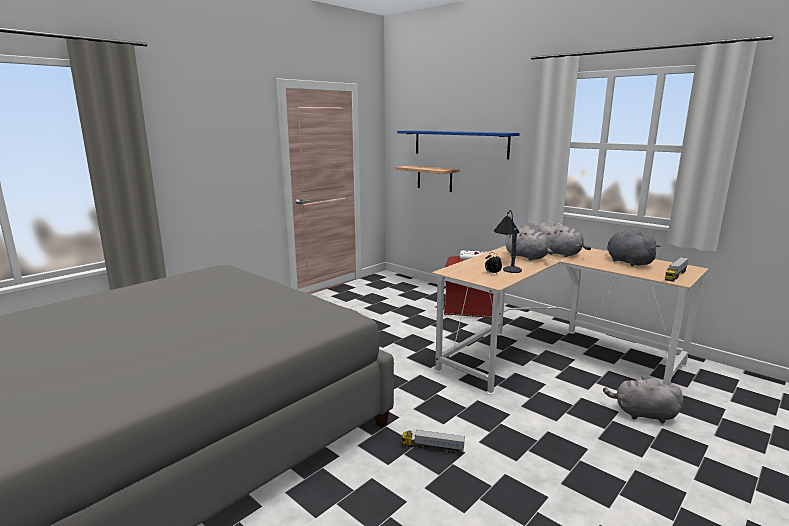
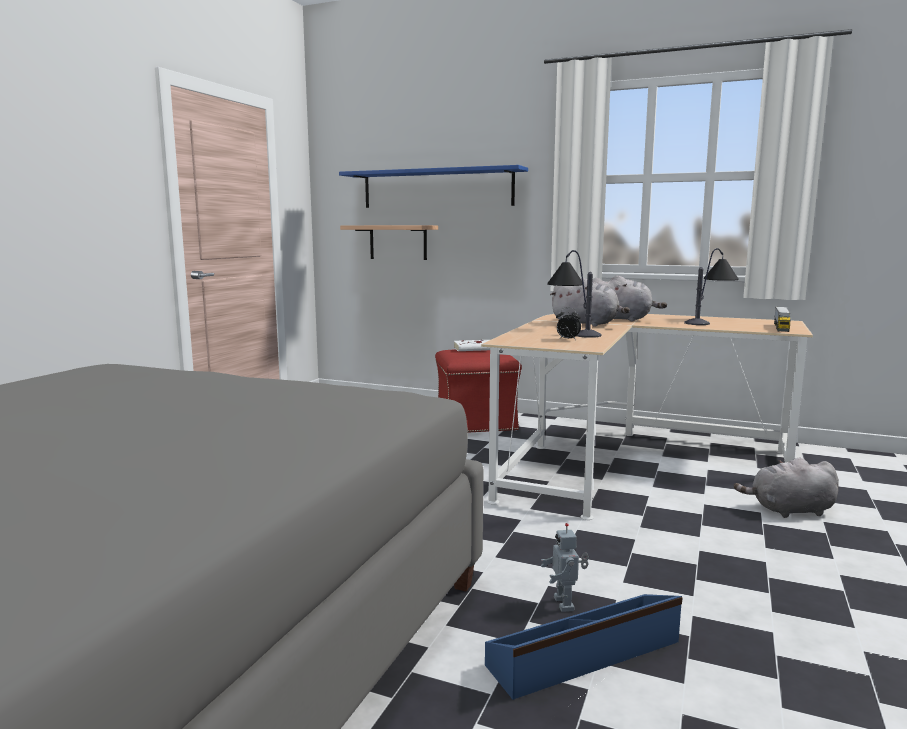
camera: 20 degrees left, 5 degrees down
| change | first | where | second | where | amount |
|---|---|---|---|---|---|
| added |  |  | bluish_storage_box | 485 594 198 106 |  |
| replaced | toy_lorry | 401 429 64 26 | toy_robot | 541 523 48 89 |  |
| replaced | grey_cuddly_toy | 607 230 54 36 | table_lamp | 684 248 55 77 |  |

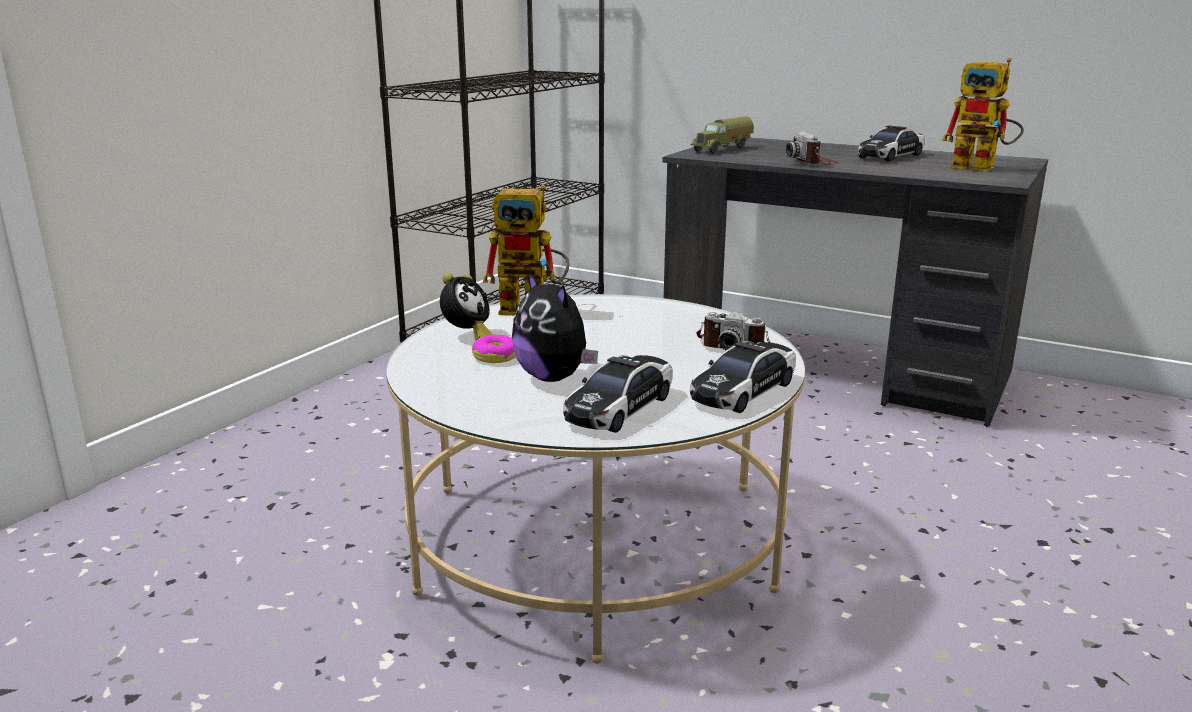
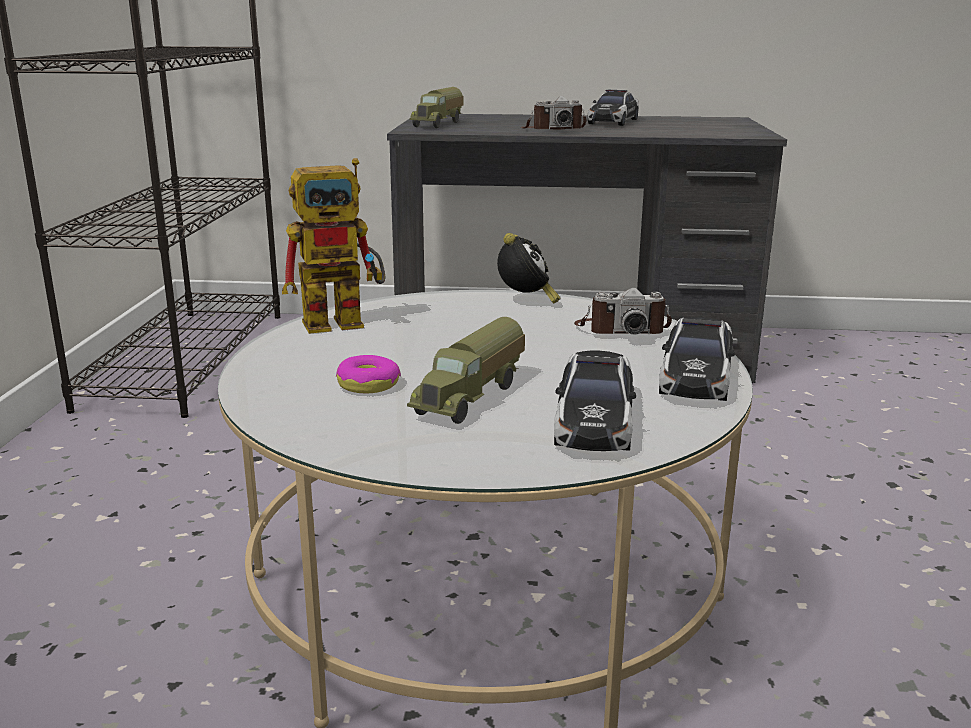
camera: 25 degrees left, 0 degrees up
| change | first | where | second | where | amount |
|---|---|---|---|---|---|
| removed | toy_robot | 942 57 82 115 |  |  |  |
| moved | bedside_clock | 440 273 53 67 |  | 497 233 63 71 |  |
| replaced | cuddly_toy | 512 271 86 111 | toy_lorry | 407 317 118 107 |  |
| turned | still_camera | 786 131 53 34 |  | 521 96 65 33 | 60 degrees counterclockwise |

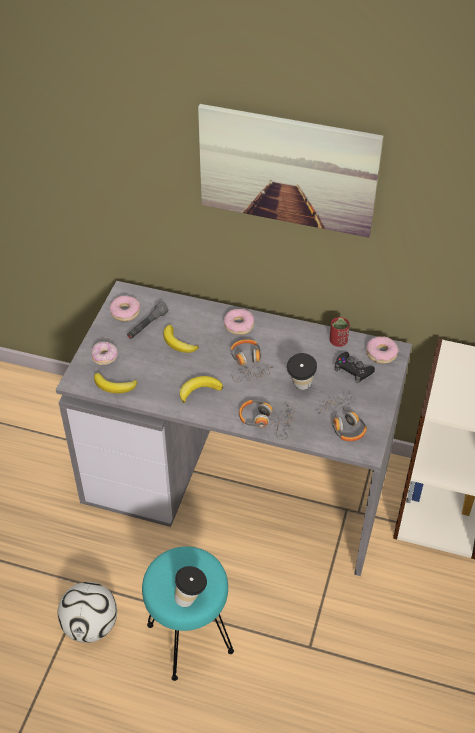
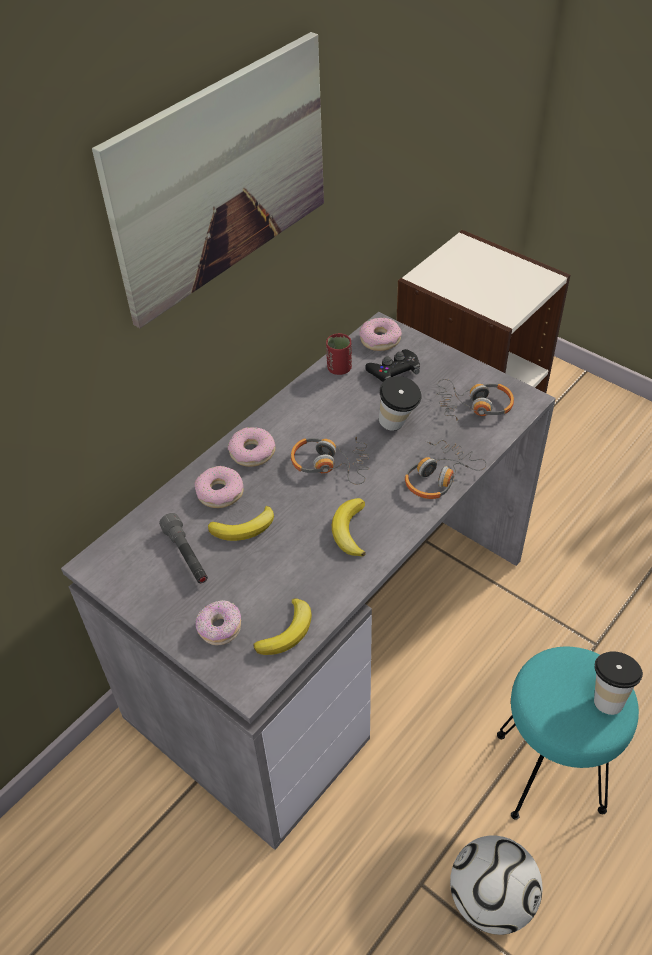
camera: 65 degrees left, 0 degrees up
| change | first | where | second | where | amount |
|---|---|---|---|---|---|
| moved | doughnut | 110 295 30 26 |  | 194 466 50 42 |  |

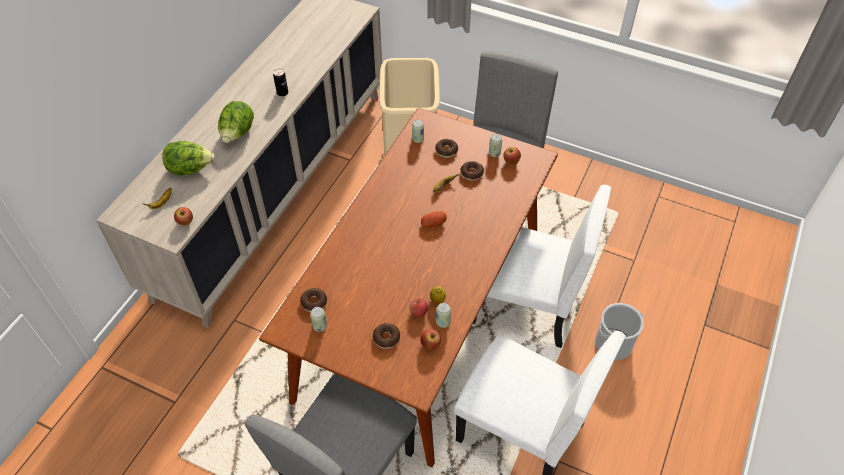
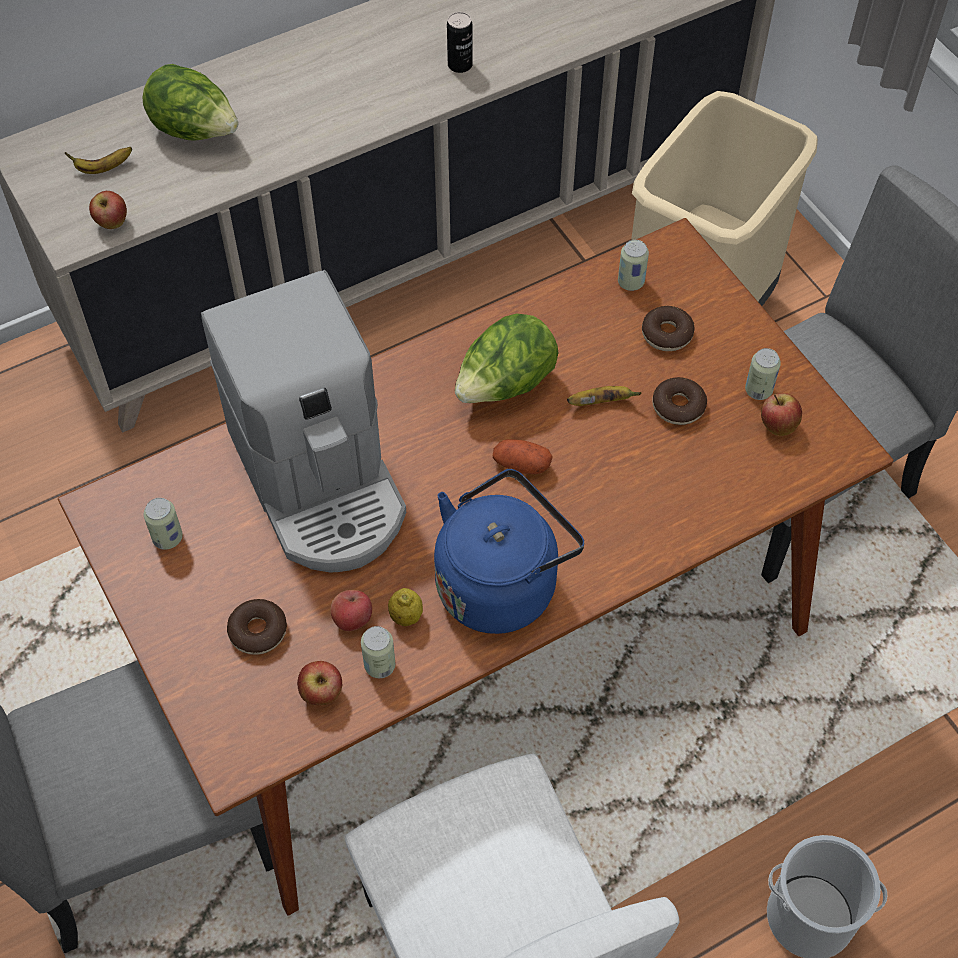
camera: 35 degrees right, 5 degrees up
| change | first | where | second | where | amount |
|---|---|---|---|---|---|
| removed | doughnut | 300 288 27 24 |  |  |  |
| removed | white-coloured_plain_chair | 473 185 138 163 |  |  |  |
| added |  |  | coffee_brewer | 201 270 205 302 |  |
| added |  |  | bluish_kettle | 434 469 150 165 |  |
| moved | lettuce_head | 218 101 36 42 |  | 455 313 104 90 |  |

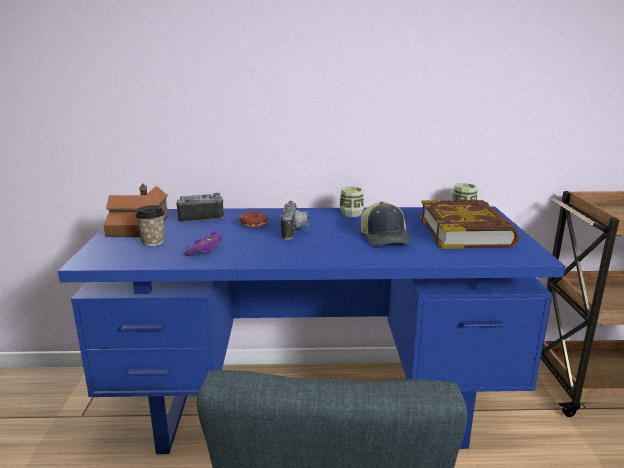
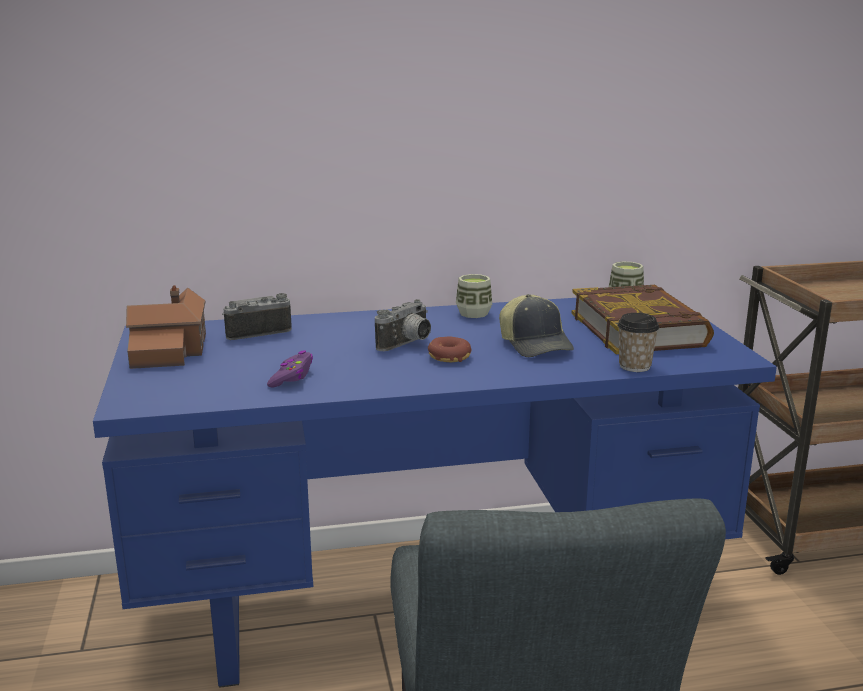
camera: 10 degrees left, 0 degrees up
| change | first | where | second | where | amount |
|---|---|---|---|---|---|
| moved | drinking_cup | 135 205 30 41 |  | 617 313 42 59 |  |
| moved | doughnut | 239 211 29 16 |  | 428 337 43 25 |  |
| turned | still_camera | 281 201 28 39 |  | 375 299 56 52 | 45 degrees clockwise |

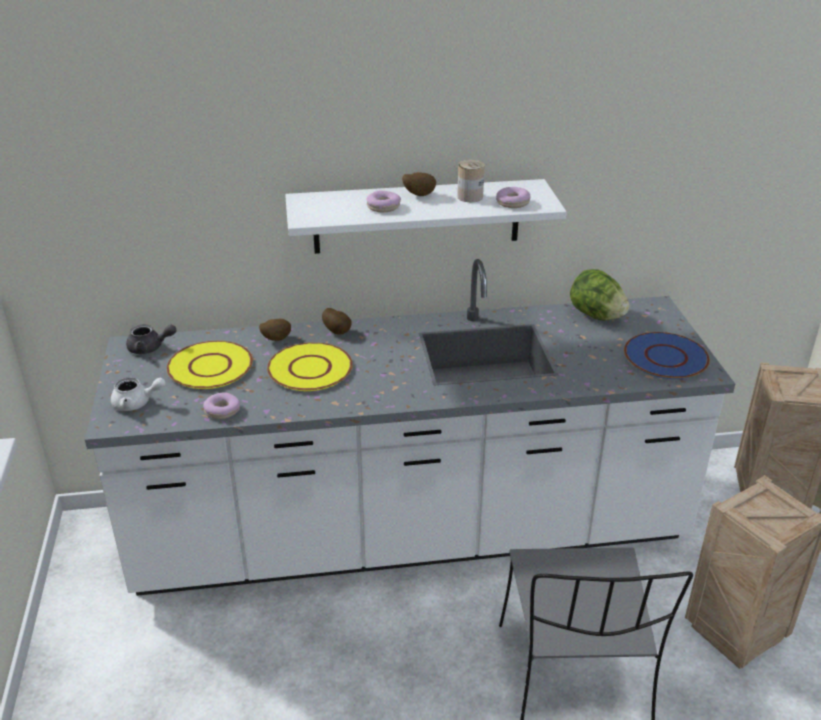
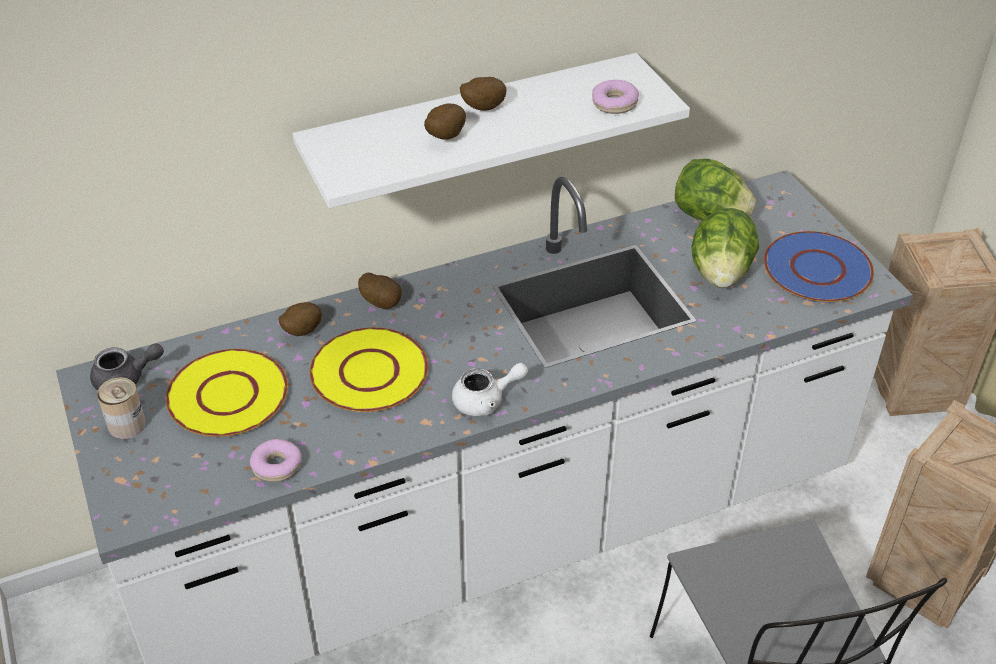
camera: 15 degrees left, 10 degrees up
| change | first | where | second | where | amount |
|---|---|---|---|---|---|
| added |  |  | lettuce_head | 691 208 68 80 |  |
| moved | white-coloured_tea_pot | 111 378 55 33 |  | 452 363 76 53 |  |
| moved | metal_can | 457 160 28 42 |  | 97 377 49 62 |  |
| replaced | doughnut | 367 190 34 22 | potato | 424 103 42 37 |  |

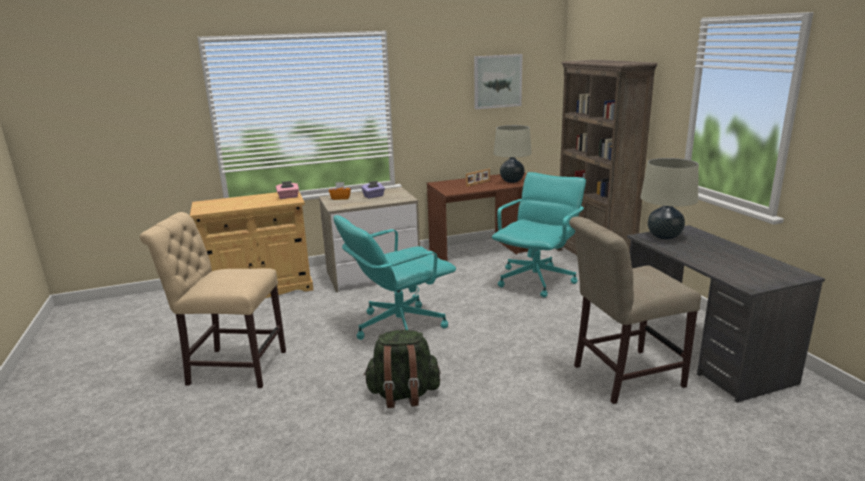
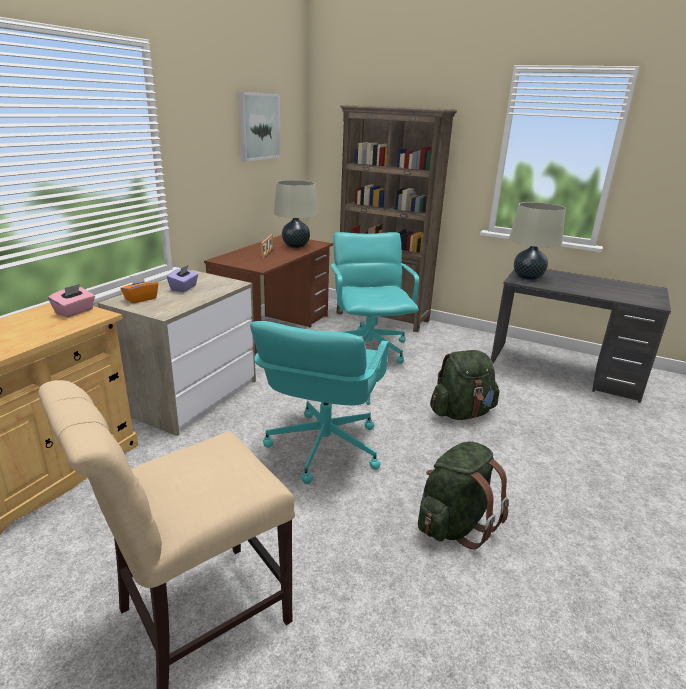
camera: 45 degrees left, 5 degrees up
| change | first | where | second | where | amount |
|---|---|---|---|---|---|
| removed | beige_plain_chair | 569 217 132 187 |  |  |  |
| added |  |  | green-coloured_rucksack | 430 350 69 70 |  |

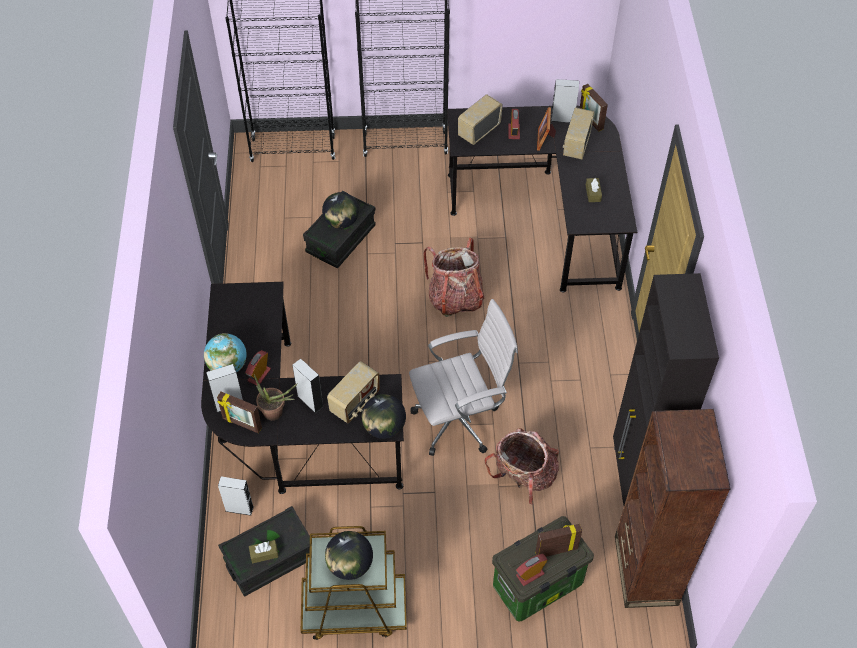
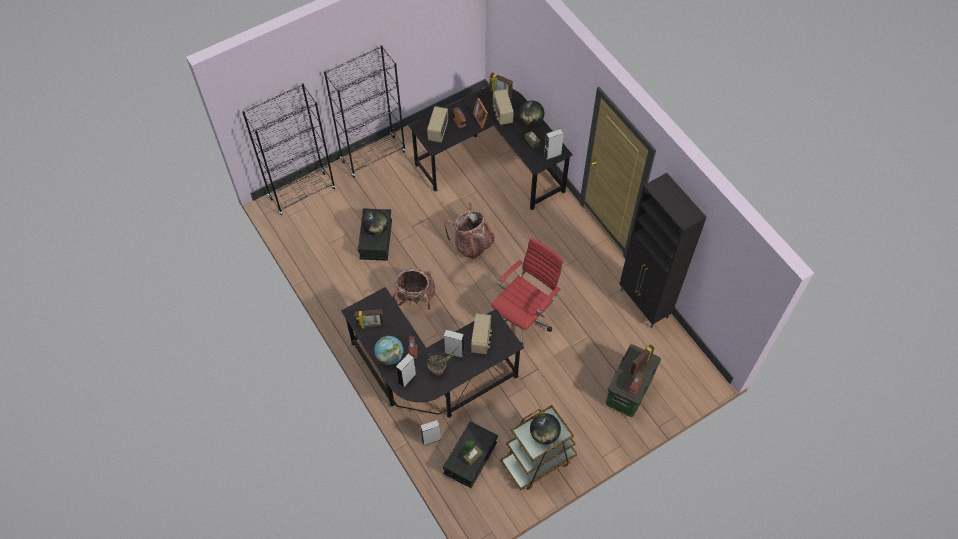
camera: 30 degrees left, 5 degrees up
| change | first | where | second | where | amount |
|---|---|---|---|---|---|
| removed | brown-coloured_shelving_unit | 615 409 116 199 |  |  |  |
| moved | photo_frame | 217 392 45 41 |  | 355 309 29 20 |  |
| moved | desk_globe | 362 394 44 45 |  | 519 100 25 26 |  |
| moved | rucksack | 485 428 74 77 |  | 393 266 42 44 |  |
| moved | grey_speaker | 551 79 28 44 |  | 544 128 20 32 |  |
| recoloured | white-coloured_office_chair | 409 299 109 157 | red_office_chair | 491 238 72 108 |  |

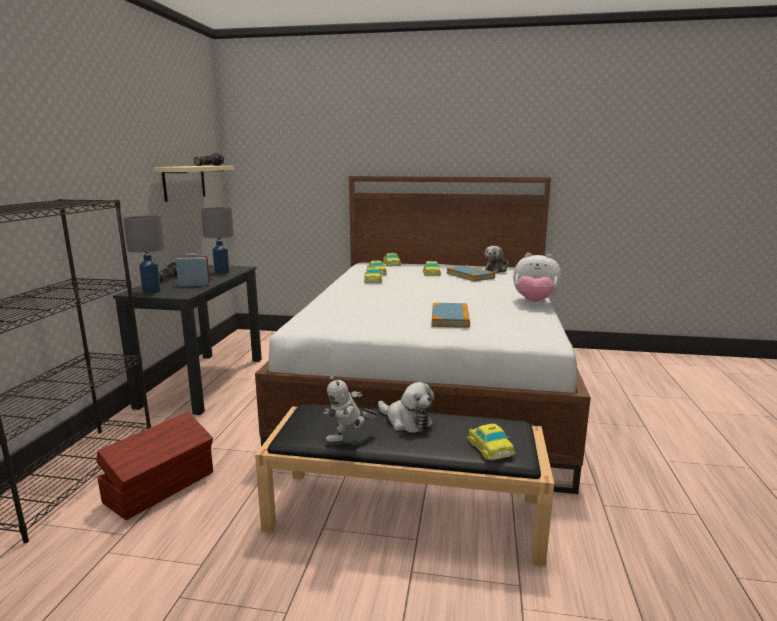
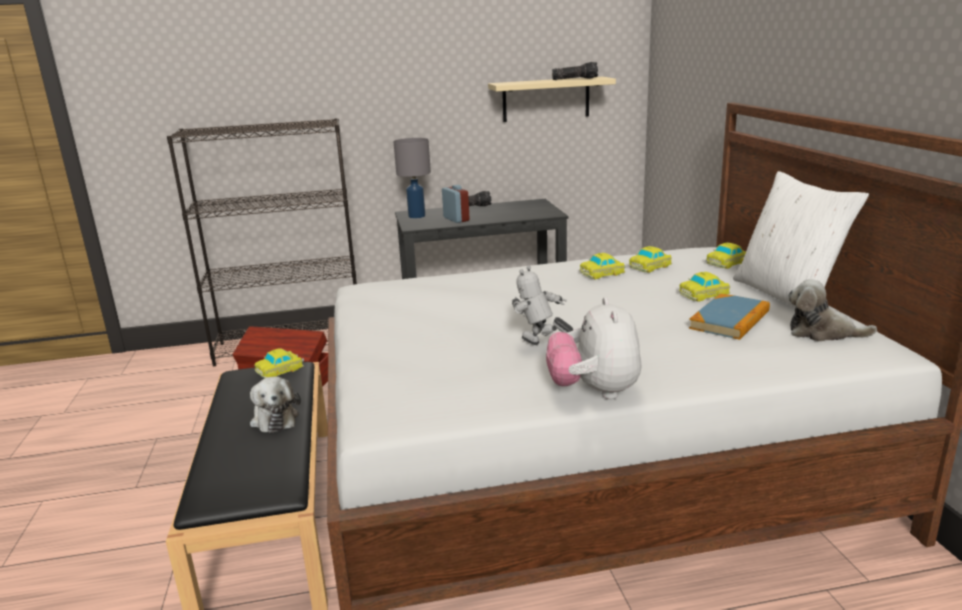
camera: 70 degrees right, 5 degrees up
| change | first | where | second | where | amount |
|---|---|---|---|---|---|
| removed | grey_table_lamp | 201 207 33 67 |  |  |  |
| removed | volume | 431 303 39 25 |  |  |  |
| added |  |  | white-coloured_throw_pillow | 733 171 136 137 |  |
| moved | toy_robot | 323 376 54 68 |  | 512 266 61 79 |  |
| moved | miniature_car | 467 424 48 36 |  | 254 348 50 31 |  |
| turned | cuddly_toy | 378 382 57 51 |  | 250 377 51 56 | 45 degrees counterclockwise |

